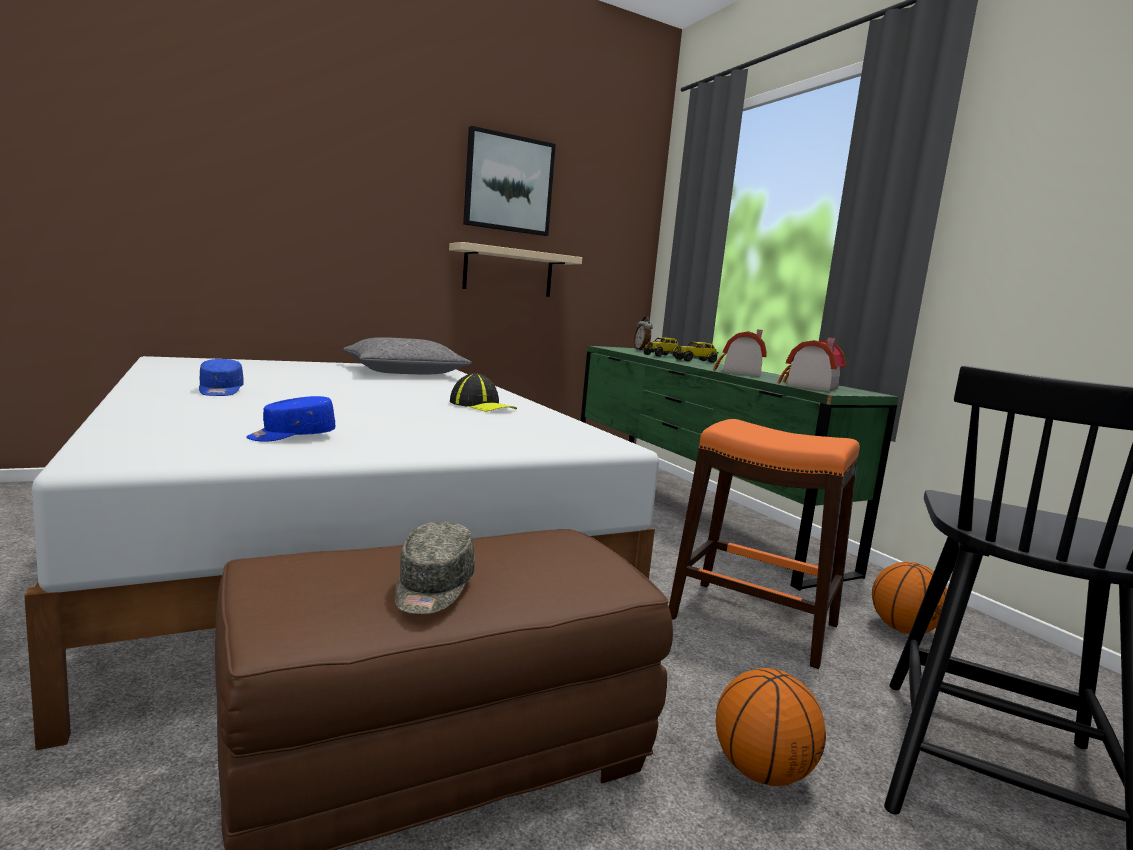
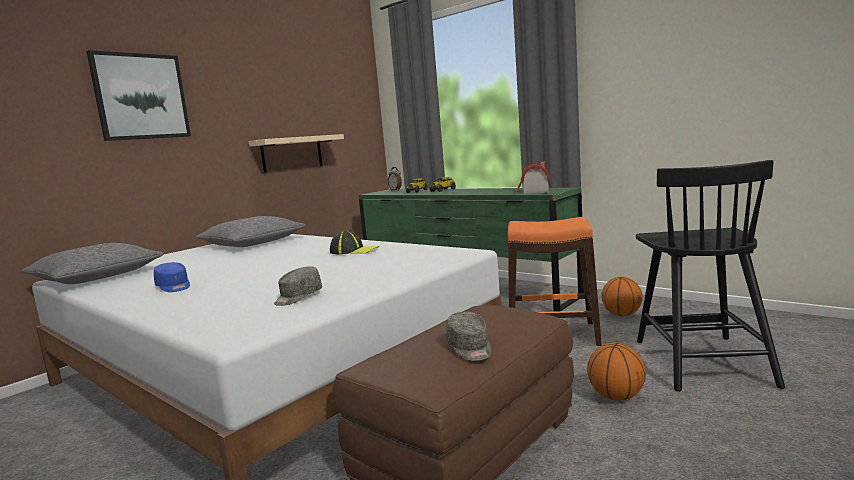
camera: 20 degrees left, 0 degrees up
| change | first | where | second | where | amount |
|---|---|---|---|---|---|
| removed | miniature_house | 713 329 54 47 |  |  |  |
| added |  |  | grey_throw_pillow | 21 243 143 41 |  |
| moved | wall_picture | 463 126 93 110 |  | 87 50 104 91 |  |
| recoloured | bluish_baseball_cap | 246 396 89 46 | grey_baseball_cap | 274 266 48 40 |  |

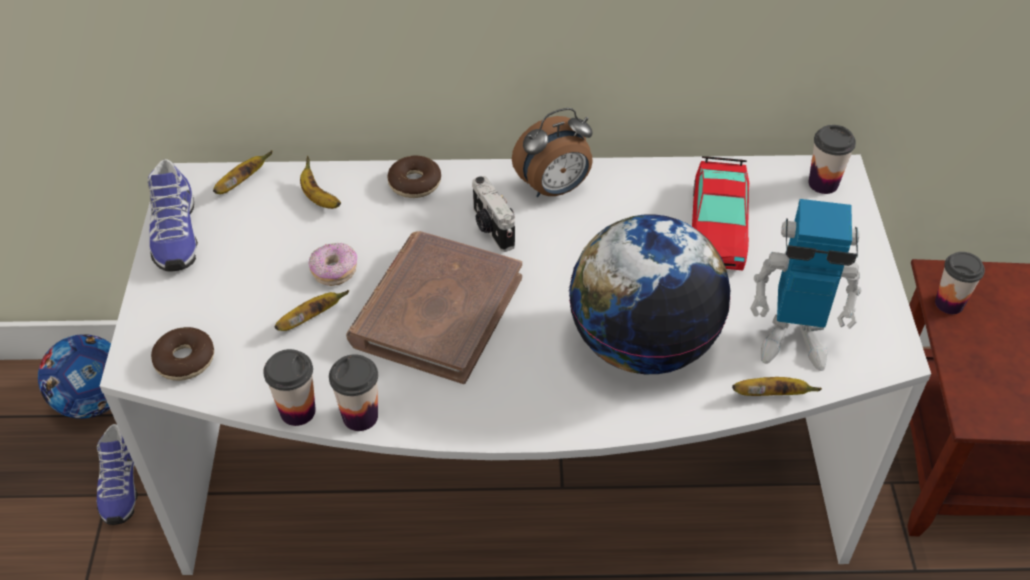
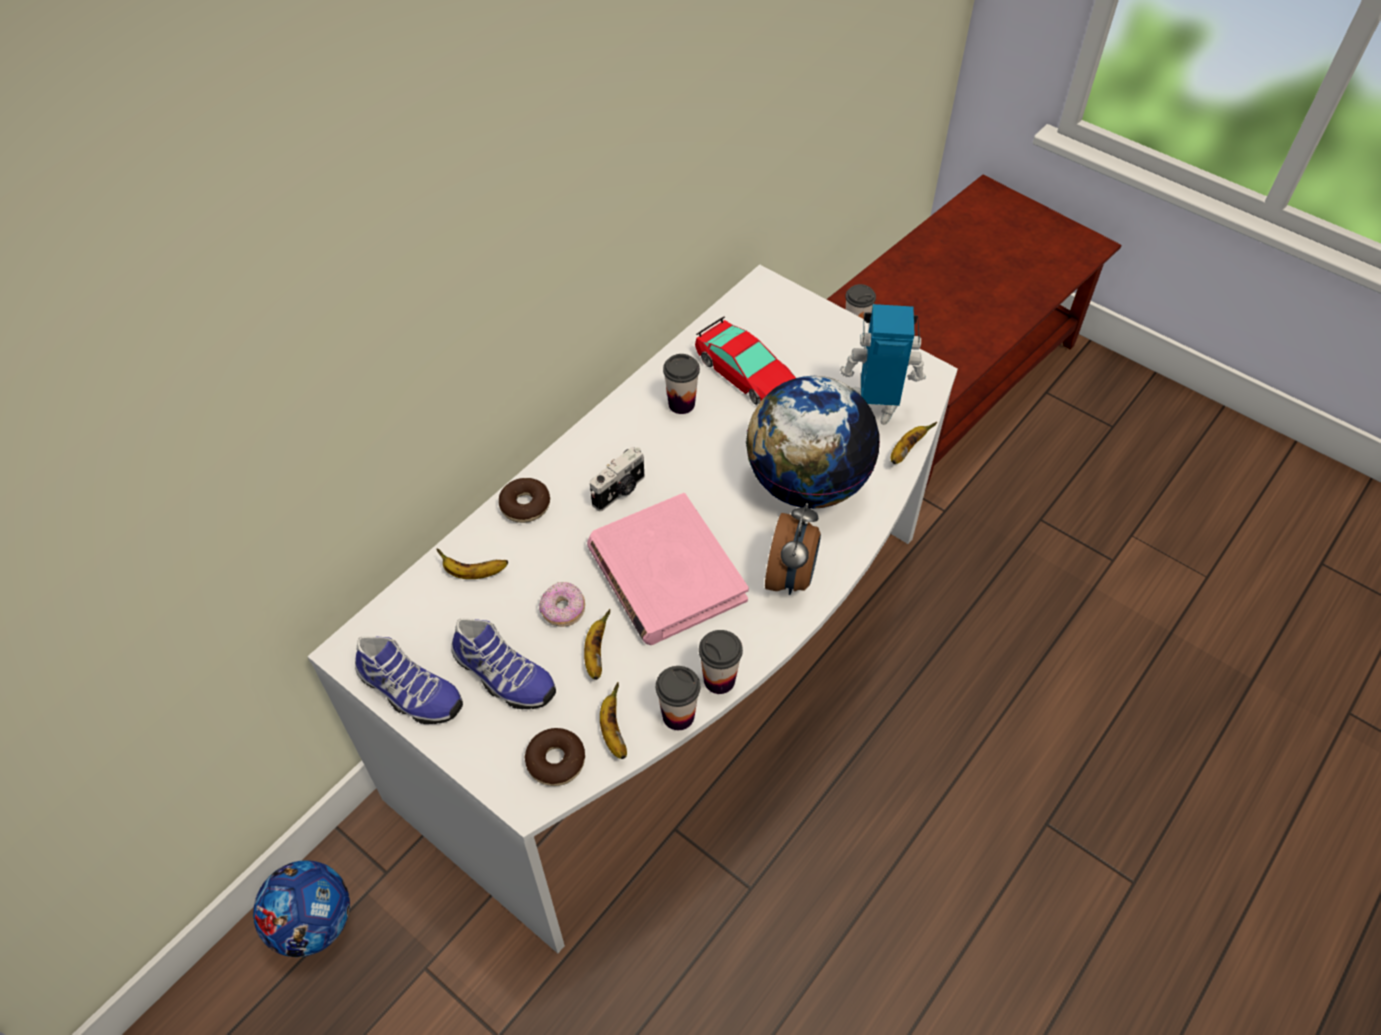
camera: 50 degrees left, 5 degrees up
| change | first | where | second | where | amount |
|---|---|---|---|---|---|
| moved | shoe | 96 424 42 101 |  | 451 618 105 91 |  |
| moved | banana | 213 151 60 43 |  | 600 682 27 77 |  |
| moved | bedside_clock | 512 108 81 89 |  | 765 503 56 92 |  |
| moved | drinking_cup | 809 125 47 69 |  | 663 354 37 60 |  |
| recoloured | brown-coloured_volume | 346 231 176 153 | pink-coloured_volume | 587 493 162 152 |  |
| turned | still_camera | 472 176 43 76 |  | 590 446 54 65 | 60 degrees counterclockwise |
| turned | toy_robot | 750 199 112 172 |  | 840 304 86 121 | 135 degrees counterclockwise |

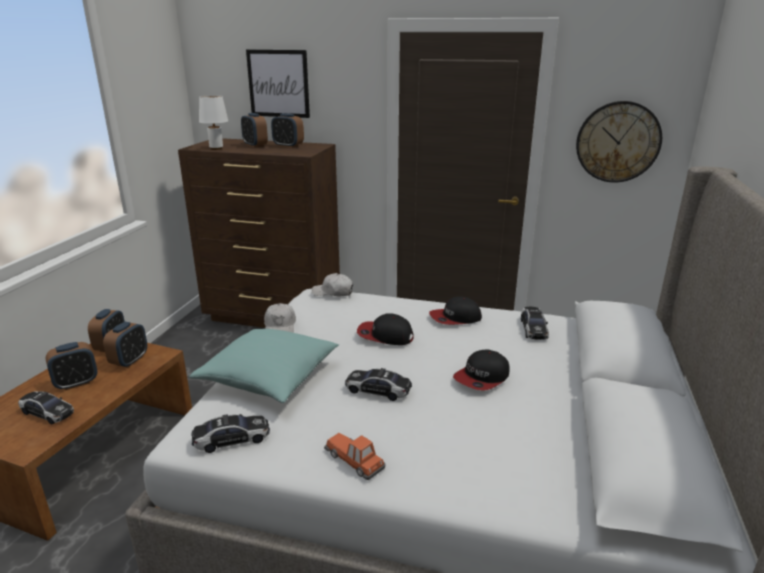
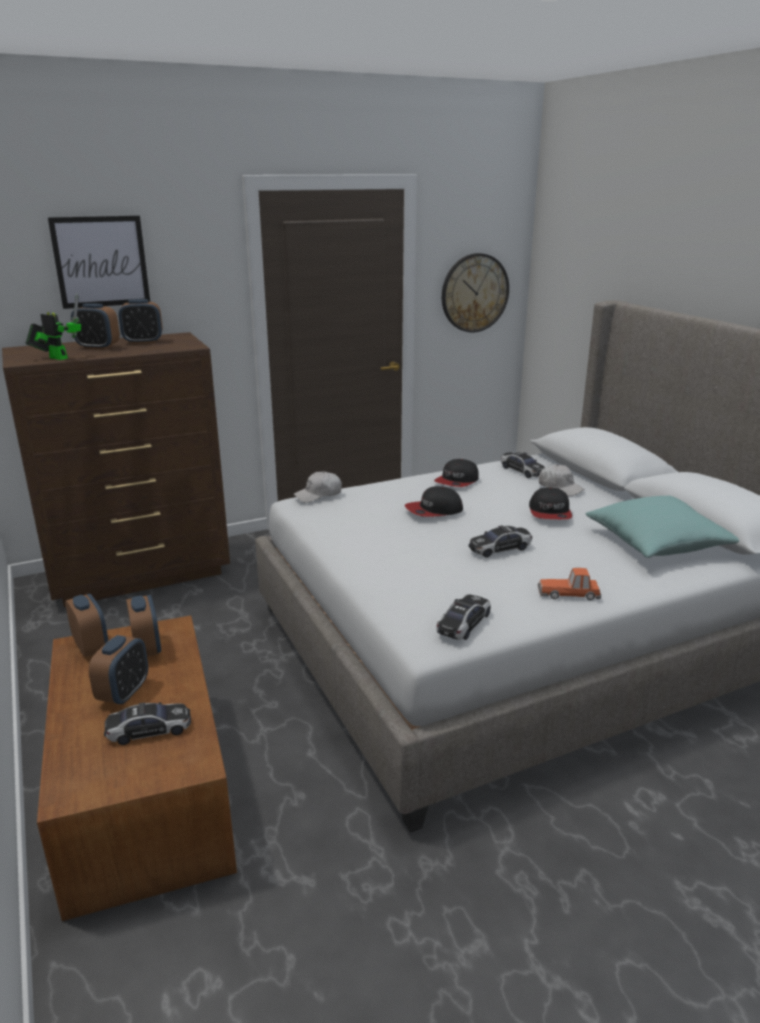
camera: 40 degrees left, 0 degrees up
| change | first | where | second | where | amount |
|---|---|---|---|---|---|
| moved | turquoise-coloured_throw_pillow | 189 329 150 74 |  | 586 496 153 62 |  |
| moved | white-coloured_baseball_cap | 264 303 32 30 |  | 539 464 46 32 |  |
| replaced | white-coloured_table_lamp | 199 95 29 55 | toy_robot | 26 294 55 66 |  |

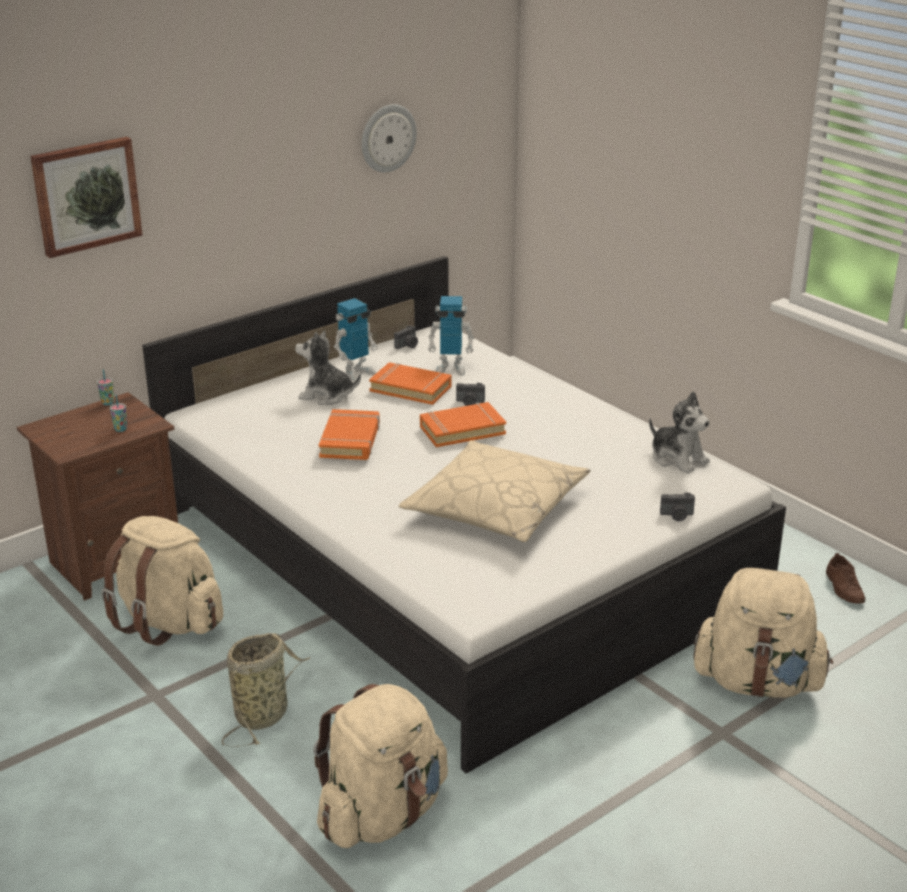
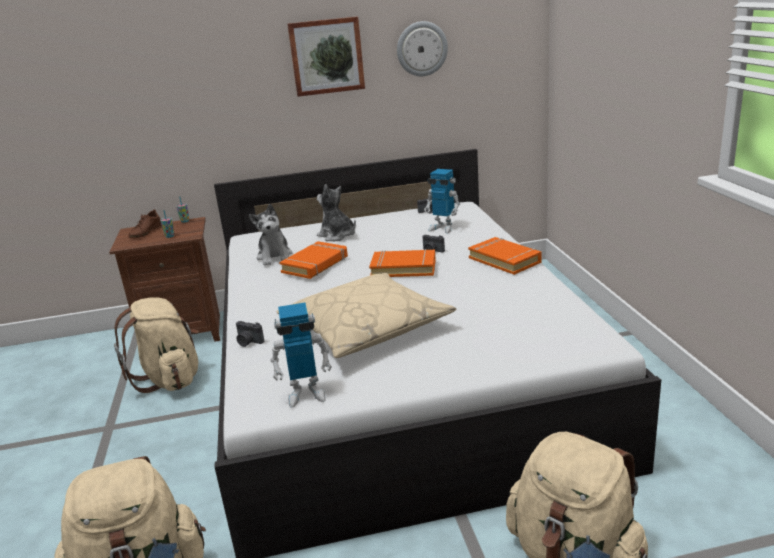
camera: 30 degrees right, 5 degrees down
| change | first | where | second | where | amount |
|---|---|---|---|---|---|
| removed | household_basket | 222 633 88 114 |  |  |  |
| moved | wall_picture | 30 137 113 121 |  | 287 17 78 80 |  |
| moved | toy_robot | 334 298 44 83 |  | 271 303 61 105 |  |
| moved | orangey_volume | 369 362 83 43 |  | 468 237 74 38 |  |
| moved | cuddly_toy | 649 391 61 83 |  | 249 204 44 62 |  |
| moved | still_camera | 660 492 35 29 |  | 236 321 28 26 |  |
| moved | brown-coloured_shoe | 826 553 40 51 |  | 128 210 33 28 |  |

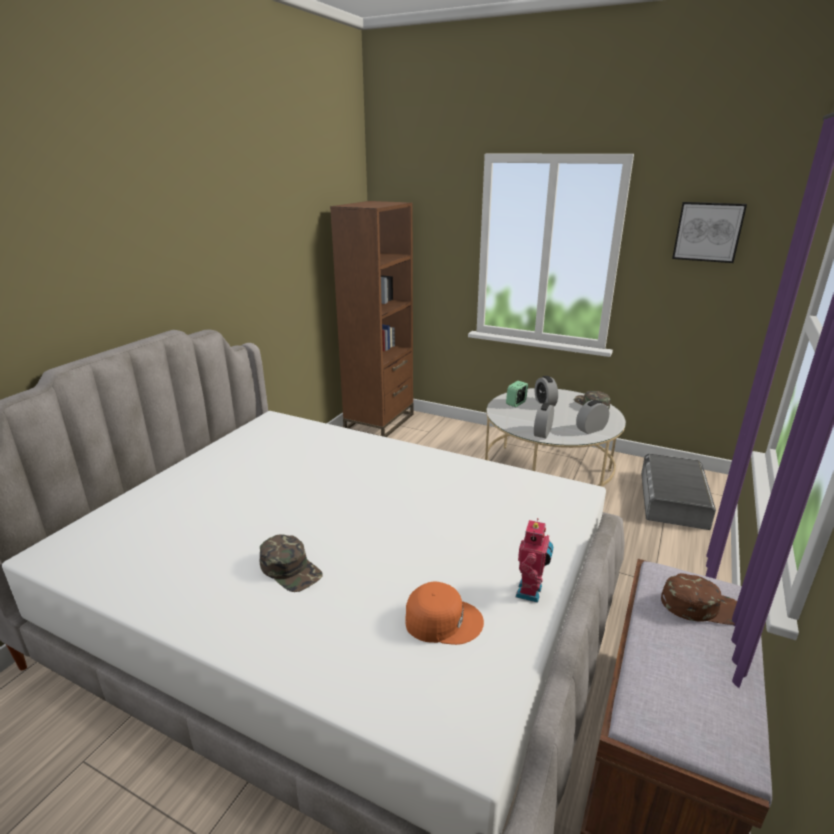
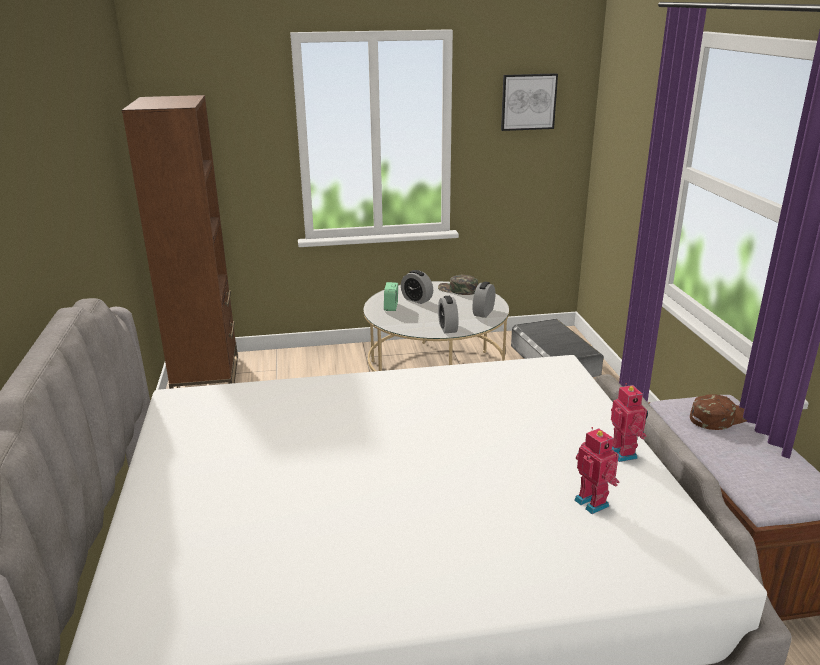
camera: 35 degrees left, 0 degrees up
| change | first | where | second | where | amount |
|---|---|---|---|---|---|
| removed | green-coloured_baseball_cap | 260 534 63 58 |  |  |  |
| replaced | orangey_baseball_cap | 405 582 79 63 | toy_robot | 575 427 44 87 |  |

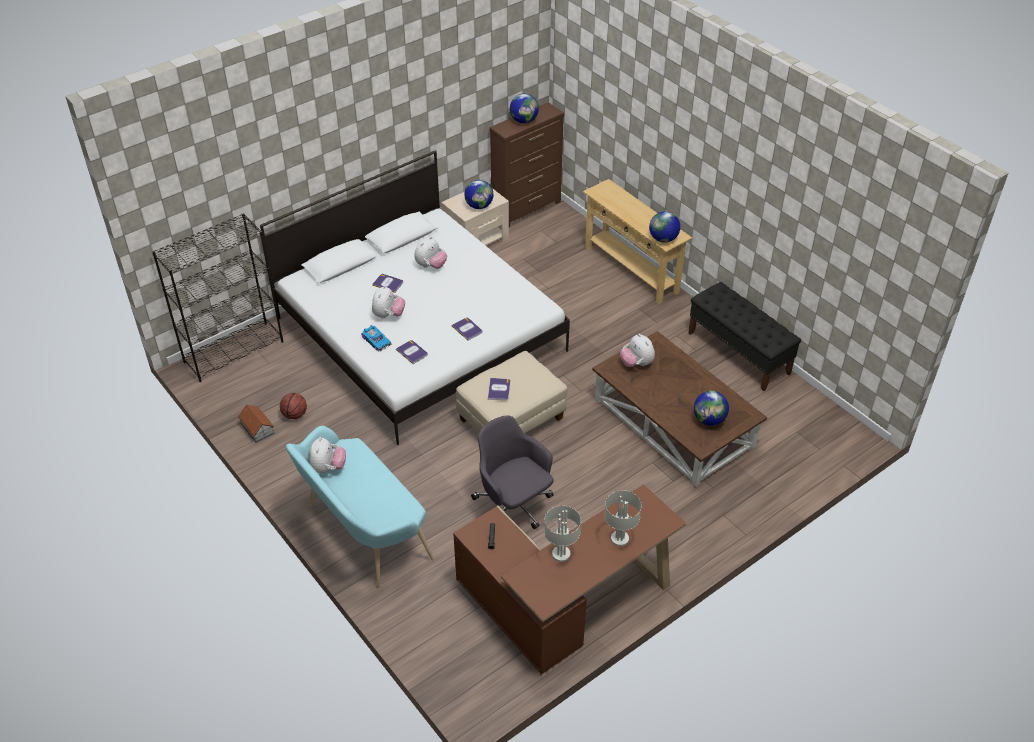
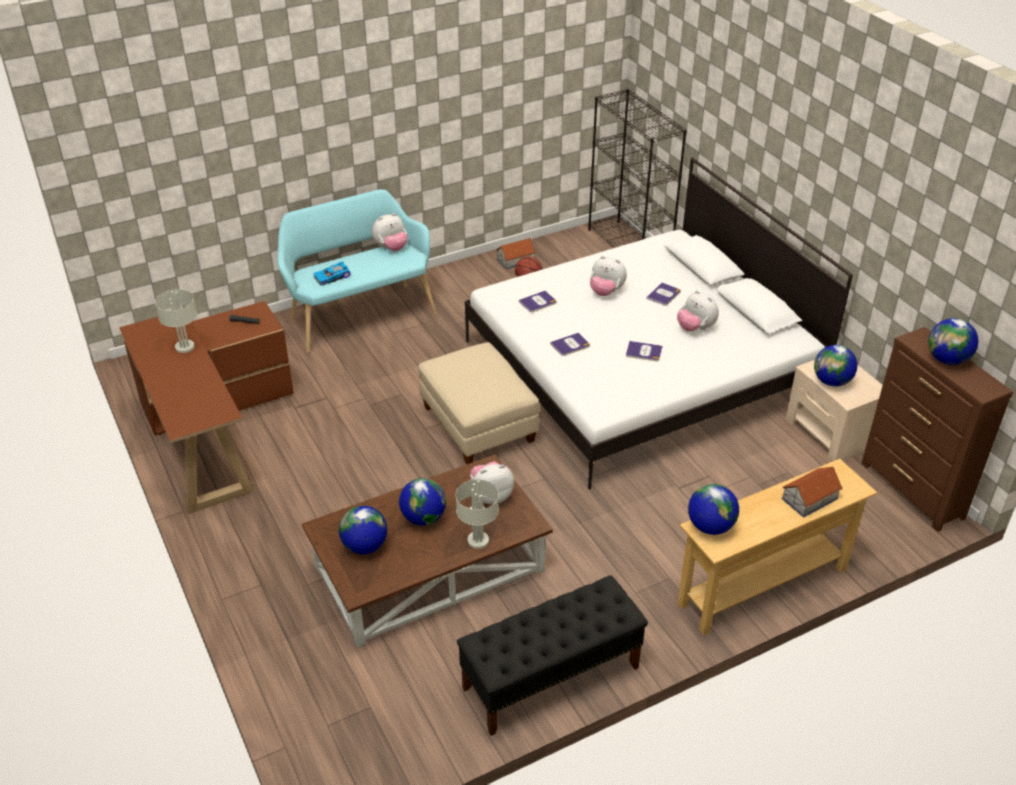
camera: 100 degrees right, 5 degrees down
| change | first | where | second | where | amount |
|---|---|---|---|---|---|
| removed | grey_office_chair | 471 415 83 114 |  |  |  |
| added |  |  | desk_globe | 399 478 47 47 |  |
| added |  |  | miniature_house | 782 467 61 50 |  |
| moved | miniature_car | 361 325 30 27 |  | 313 262 37 24 |  |
| moved | volume | 488 378 22 22 |  | 626 341 36 20 |  |
| moved | grey_table_lamp | 604 490 38 56 |  | 456 479 43 70 |  |
| turned | cuddly_toy | 309 437 37 36 |  | 372 213 36 38 | 45 degrees counterclockwise |

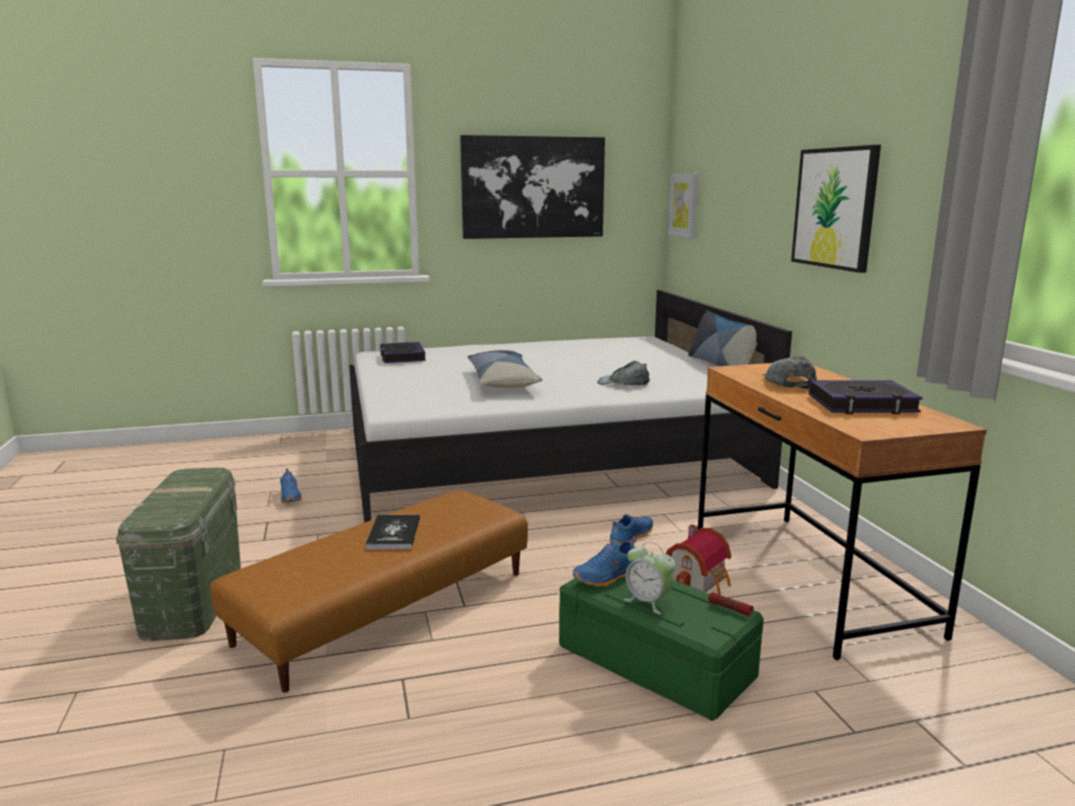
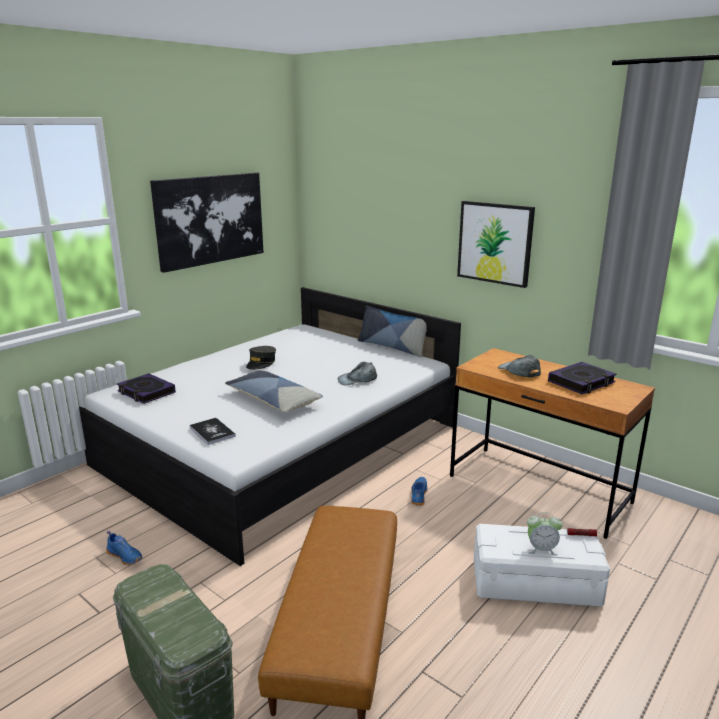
camera: 35 degrees left, 5 degrees up
| change | first | where | second | where | amount |
|---|---|---|---|---|---|
| removed | bluish_shoe | 573 537 64 50 |  |  |  |
| removed | miniature_house | 666 524 65 70 |  |  |  |
| removed | wall_picture | 668 174 30 65 |  |  |  |
| added |  |  | grey_baseball_cap | 246 346 30 24 |  |
| moved | volume | 365 514 55 36 |  | 190 418 46 27 |  |
| recoloured | green-coloured_storage_box | 559 577 205 144 | white-coloured_storage_box | 474 524 136 83 |  |

